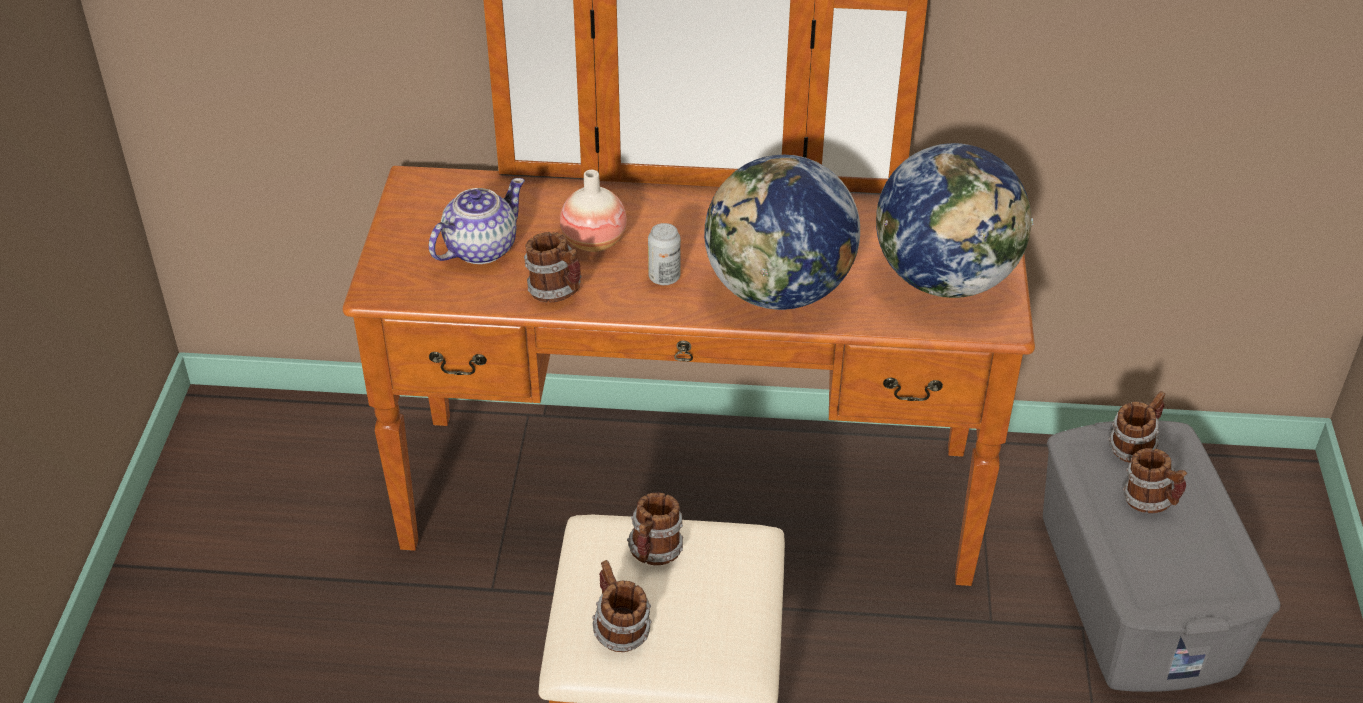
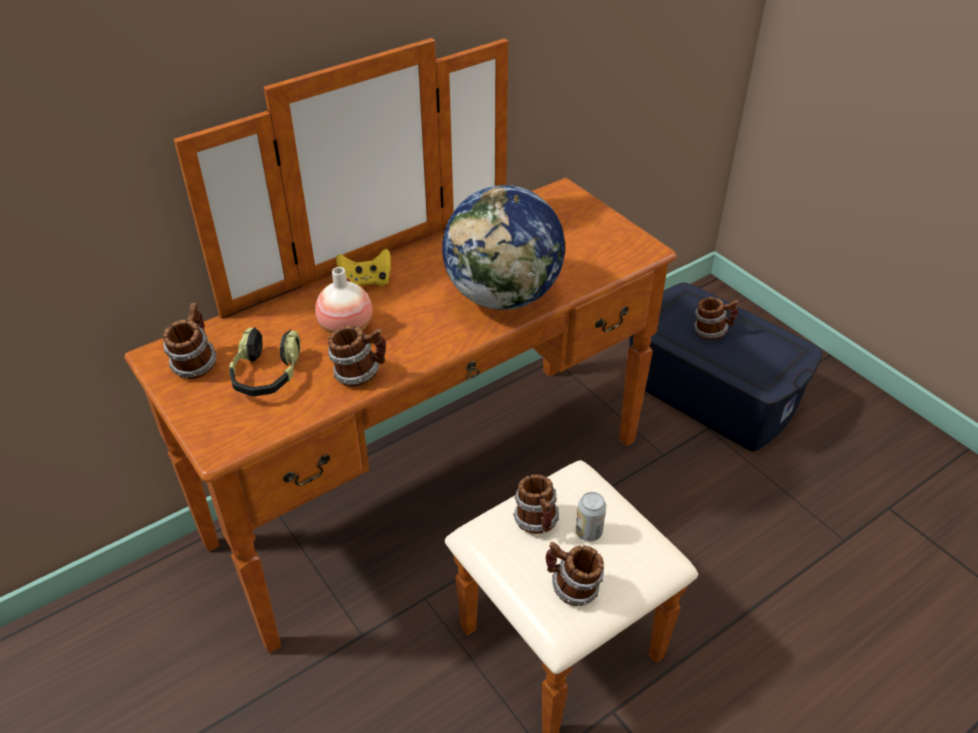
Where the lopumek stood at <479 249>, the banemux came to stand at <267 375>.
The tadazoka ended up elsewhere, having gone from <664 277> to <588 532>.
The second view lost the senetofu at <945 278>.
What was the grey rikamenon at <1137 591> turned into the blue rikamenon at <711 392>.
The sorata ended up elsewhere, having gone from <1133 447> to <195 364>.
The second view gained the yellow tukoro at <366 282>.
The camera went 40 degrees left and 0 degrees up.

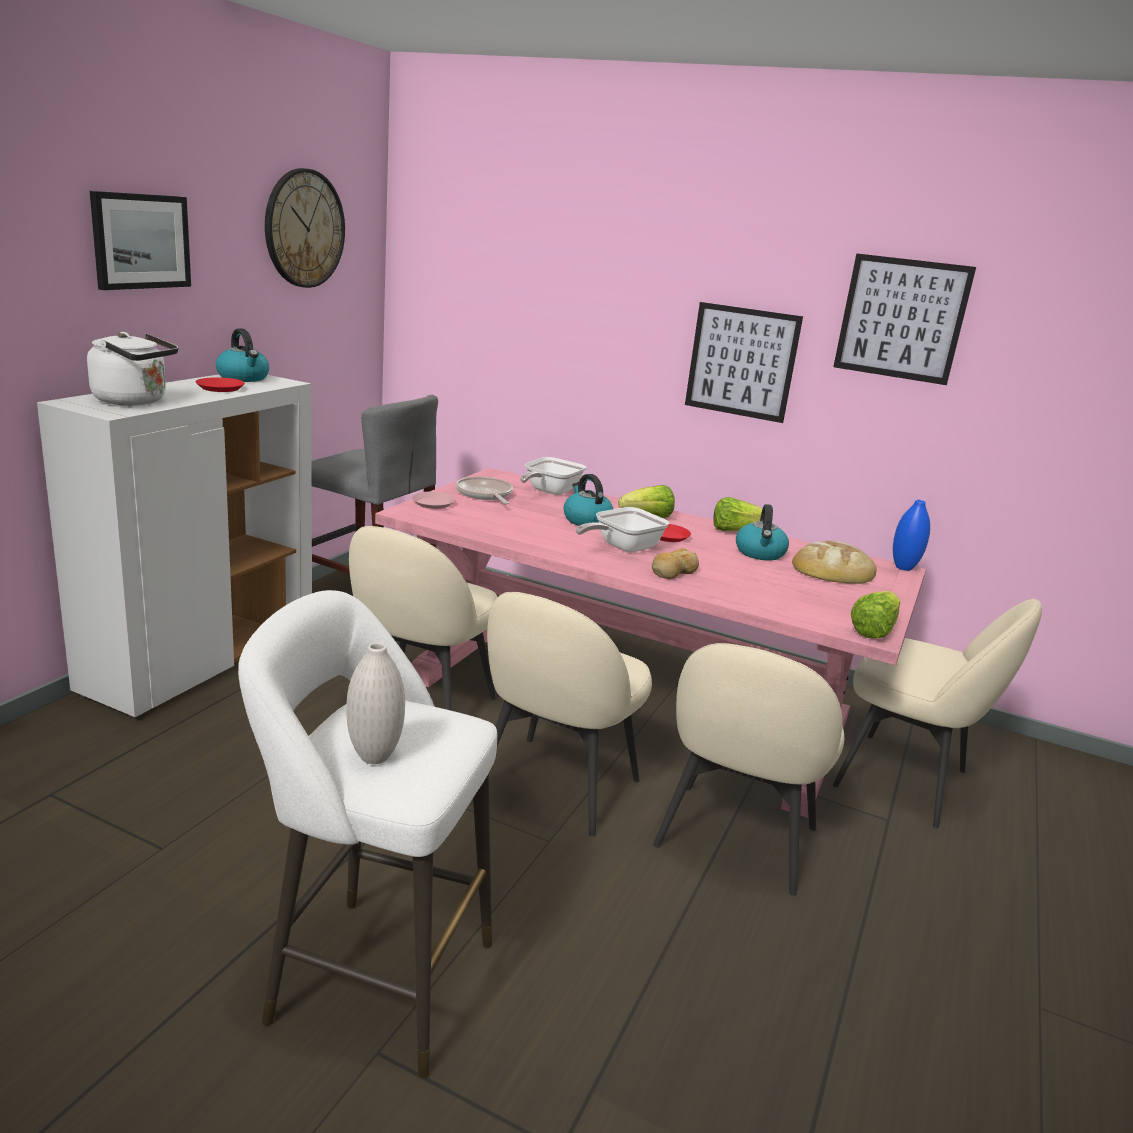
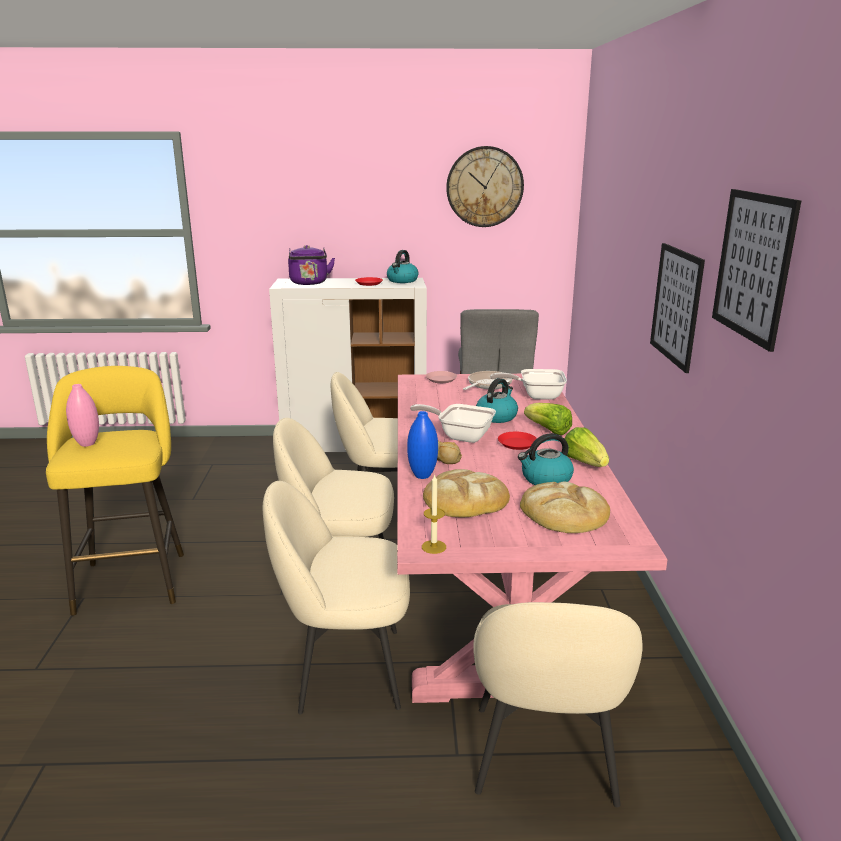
What was the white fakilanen at <134 401> turned into the purple fakilanen at <309 283>.
The second view lost the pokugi at <141 241>.
What was the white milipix at <371 977> turned into the yellow milipix at <132 578>.
What was the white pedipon at <374 756> turned into the pink pedipon at <87 444>.
Where the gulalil stood at <873 630>, the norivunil came to stand at <434 547>.
The blue pedipon ended up elsewhere, having gone from <903 568> to <422 475>.
The second view gained the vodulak at <465 499>.
The camera went 65 degrees right and 0 degrees up.

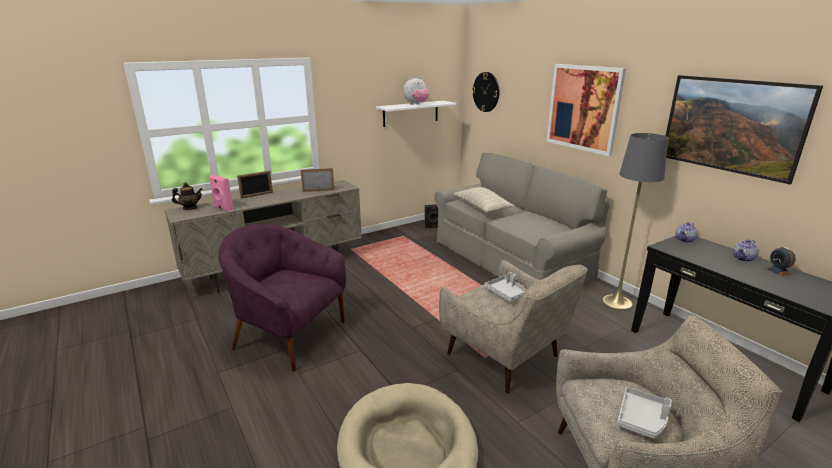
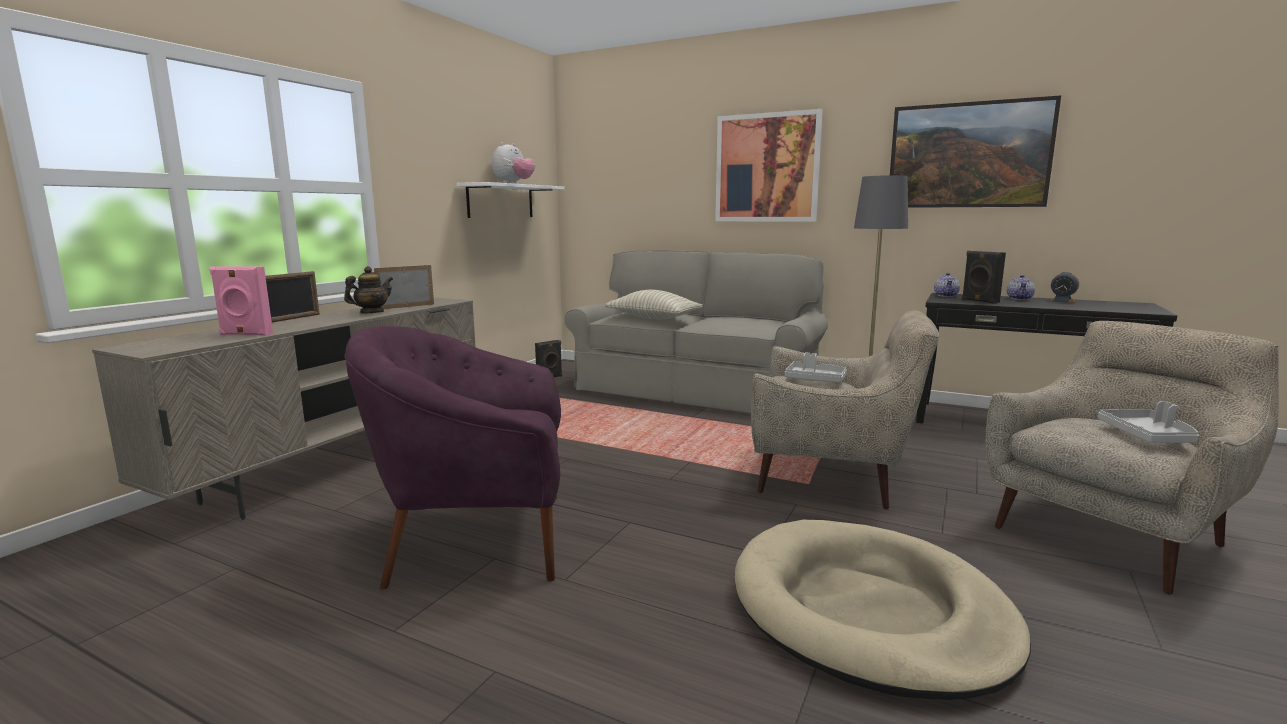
The lopumek ended up elsewhere, having gone from <190 208> to <371 313>.
The second view lost the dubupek at <486 92>.
The second view gained the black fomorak at <979 301>.
The camera went 30 degrees left and 10 degrees down.

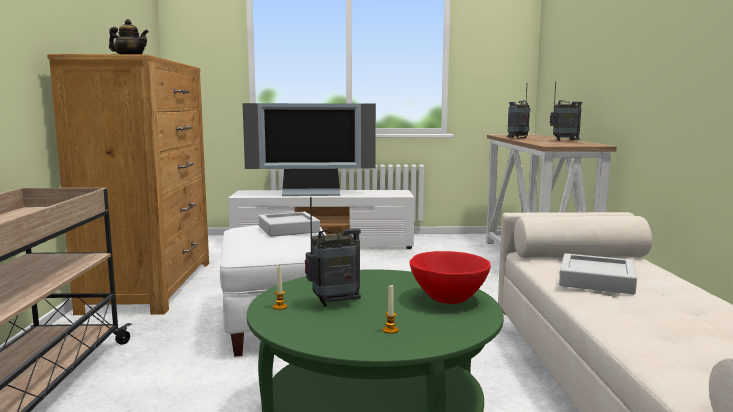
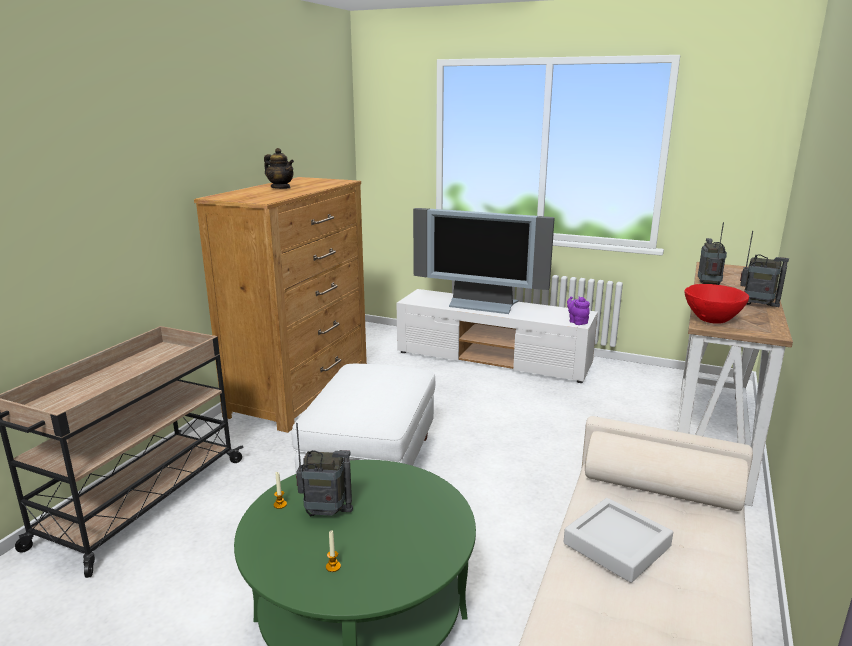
The second view lost the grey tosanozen at <288 229>.
The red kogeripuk ended up elsewhere, having gone from <448 299> to <711 320>.
The second view gained the purple lopumek at <577 322>.
The camera went 25 degrees right and 10 degrees up.

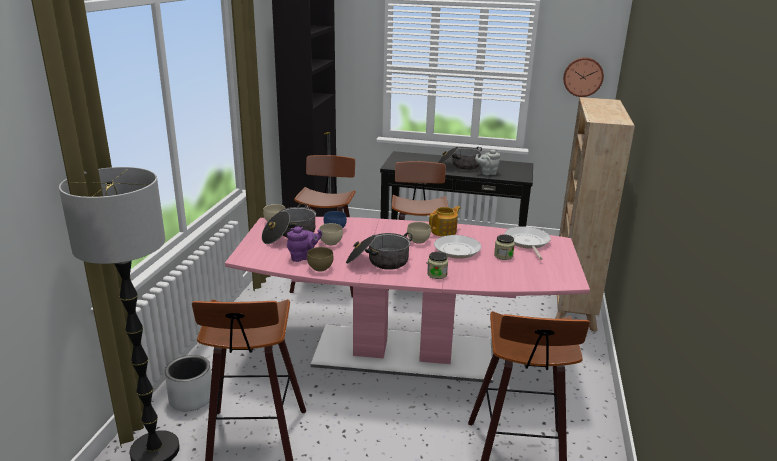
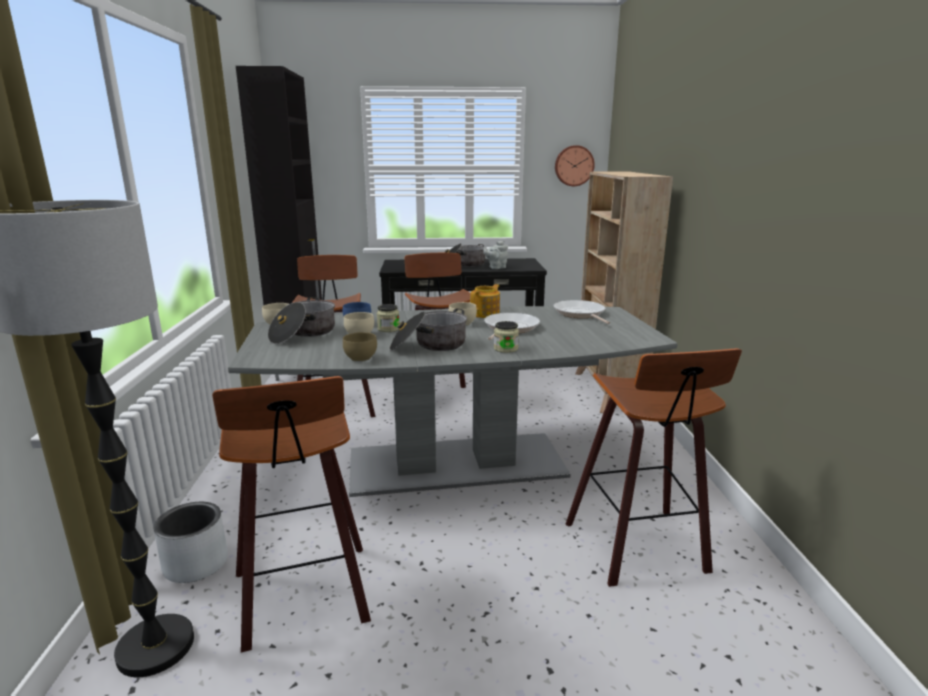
What was the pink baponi at <402 353> turned into the grey baponi at <455 463>.
The second view lost the purple lopumek at <303 257>.
The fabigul ended up elsewhere, having gone from <503 256> to <388 329>.
The camera went 15 degrees left and 5 degrees down.

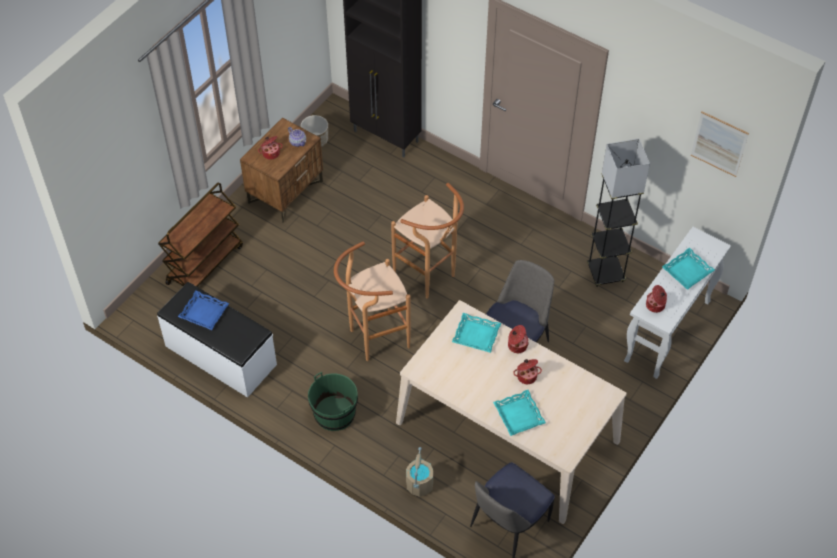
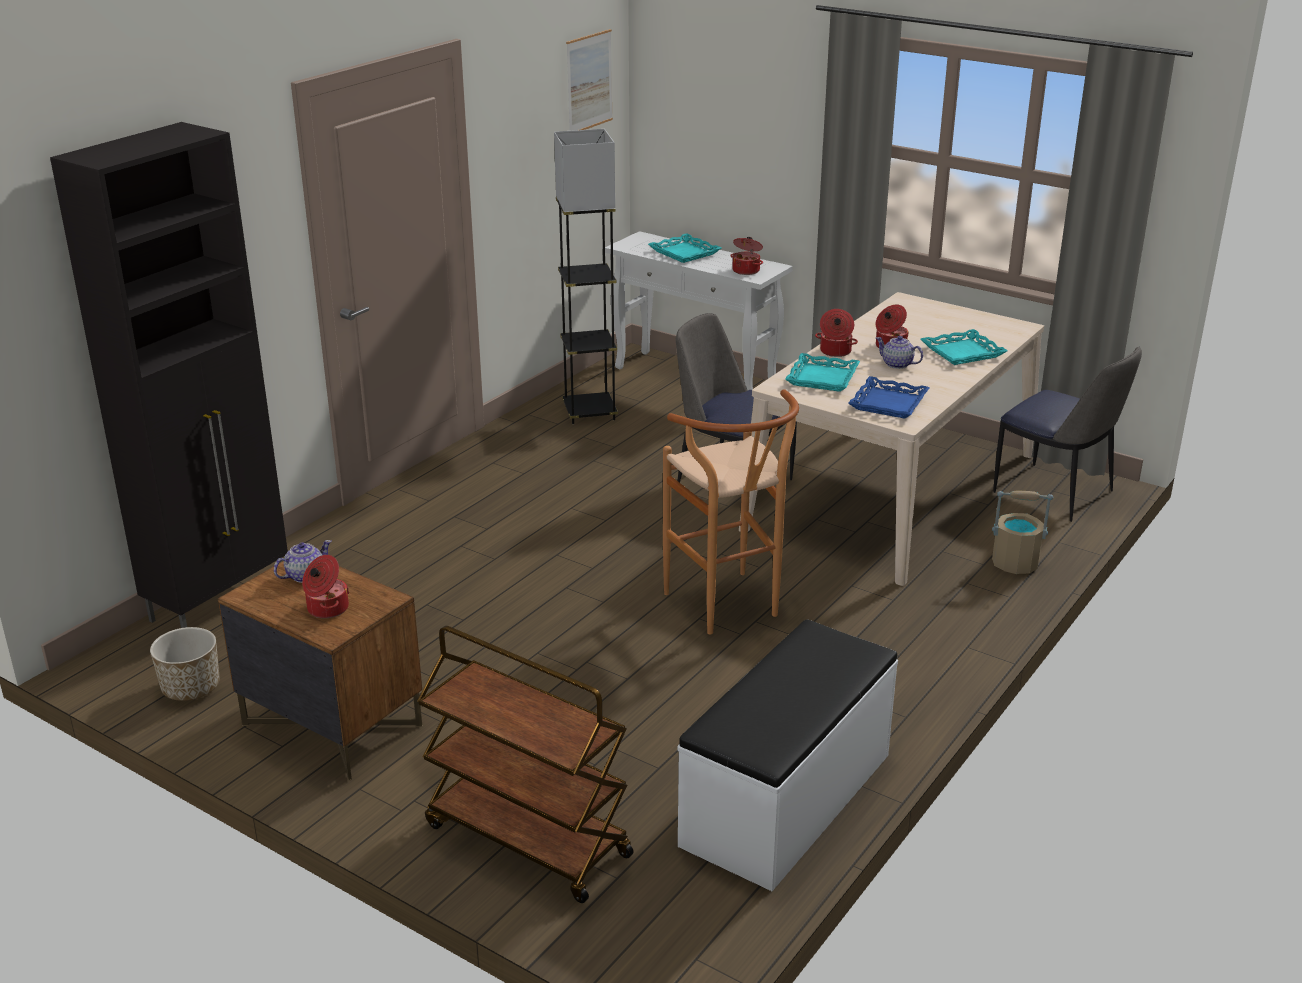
The blue tosanozen ended up elsewhere, having gone from <204 313> to <889 403>.
The second view lost the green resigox at <334 414>.
The second view lost the brown milipix at <429 278>.
The second view gained the lopumek at <897 364>.
The camera went 90 degrees left and 25 degrees down.

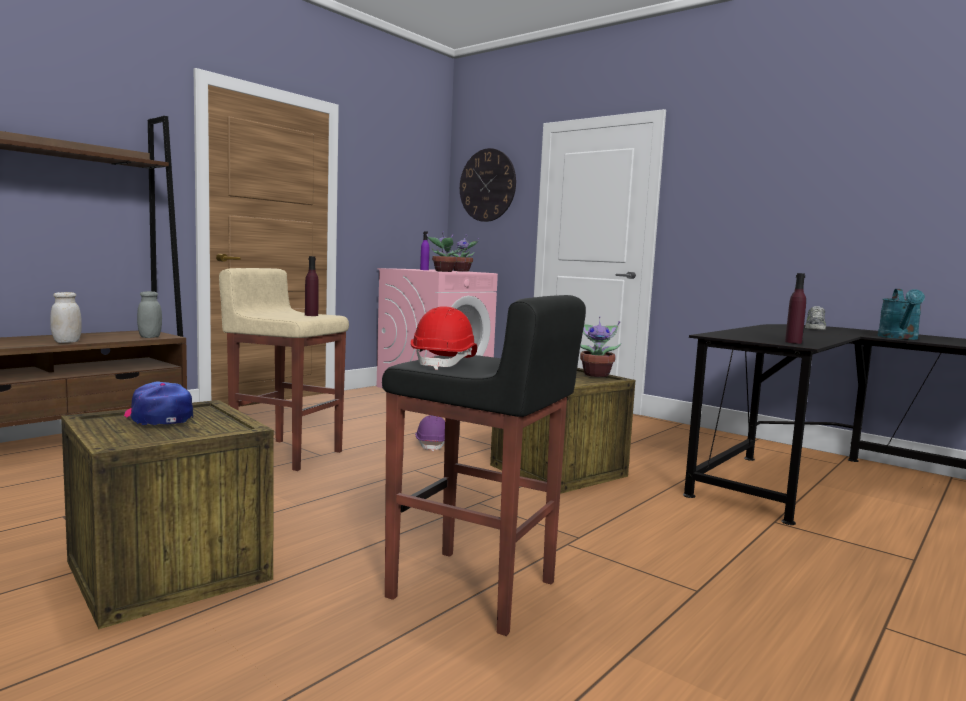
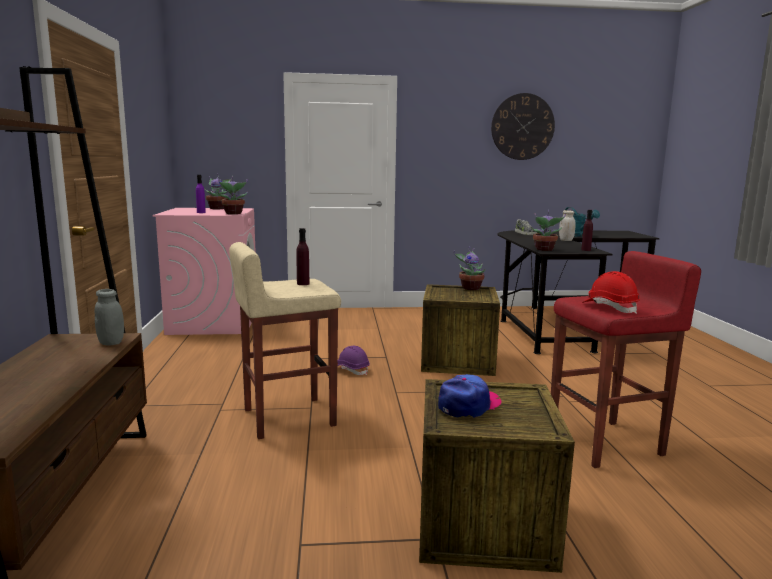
The white fabigul ended up elsewhere, having gone from <67 342> to <566 240>.
The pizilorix at <159 416> ended up facing another way, 135 degrees clockwise from before.
What was the black milipix at <473 591> turned into the red milipix at <607 444>.
The dubupek ended up elsewhere, having gone from <487 185> to <522 127>.
The second view gained the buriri at <544 250>.
The camera went 45 degrees left and 5 degrees up.

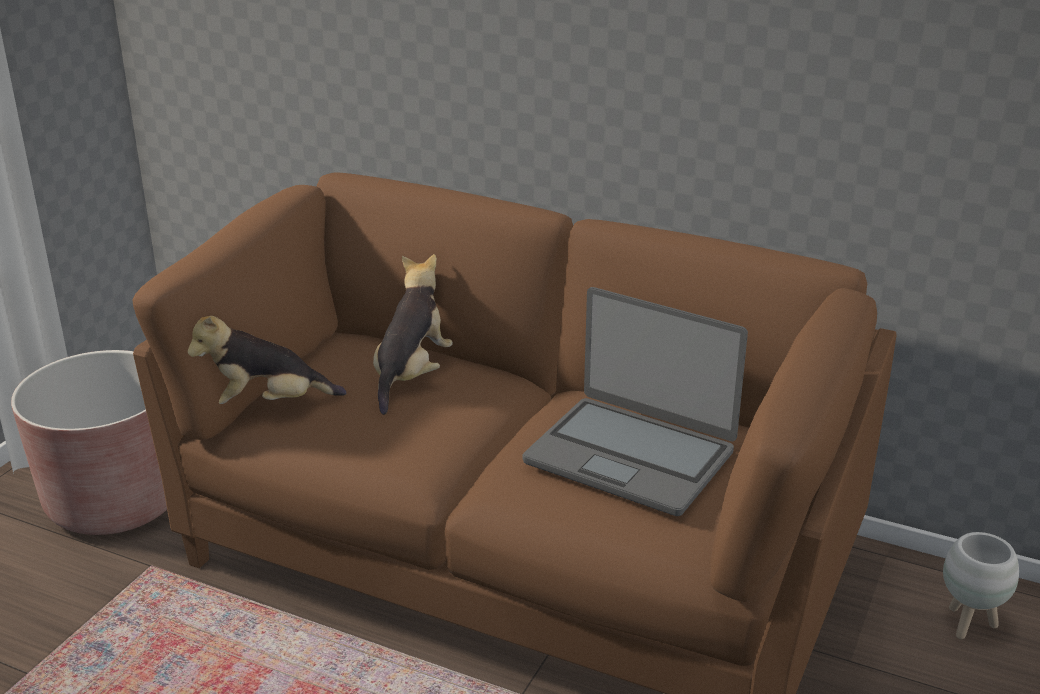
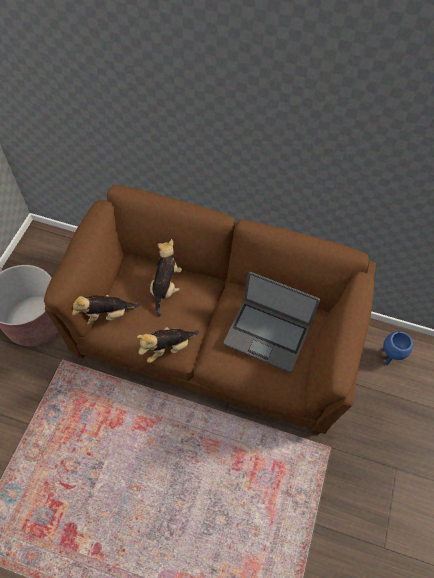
What was the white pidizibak at <968 624> turned into the blue pidizibak at <389 356>.
The second view gained the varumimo at <168 348>.
The camera went 10 degrees left and 30 degrees up.

